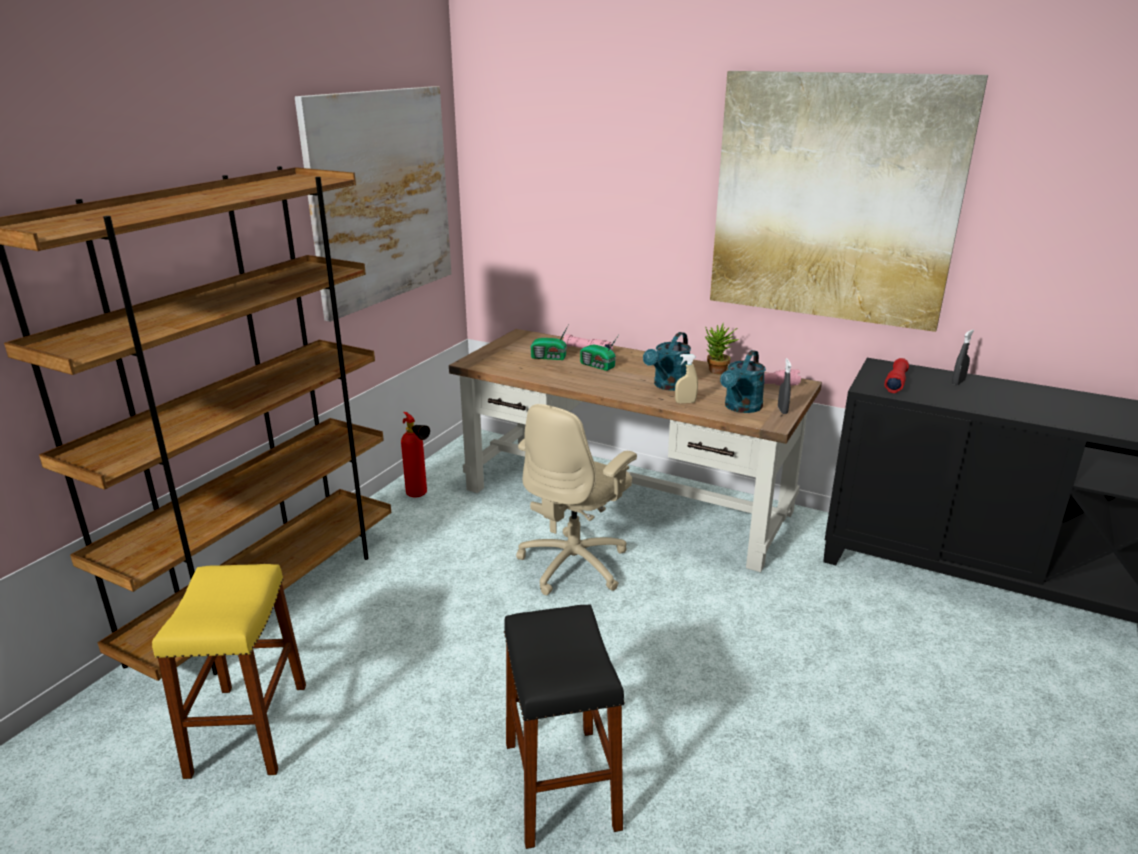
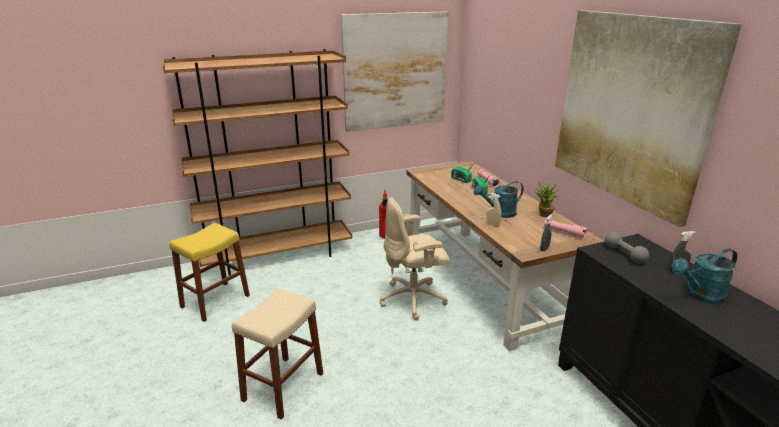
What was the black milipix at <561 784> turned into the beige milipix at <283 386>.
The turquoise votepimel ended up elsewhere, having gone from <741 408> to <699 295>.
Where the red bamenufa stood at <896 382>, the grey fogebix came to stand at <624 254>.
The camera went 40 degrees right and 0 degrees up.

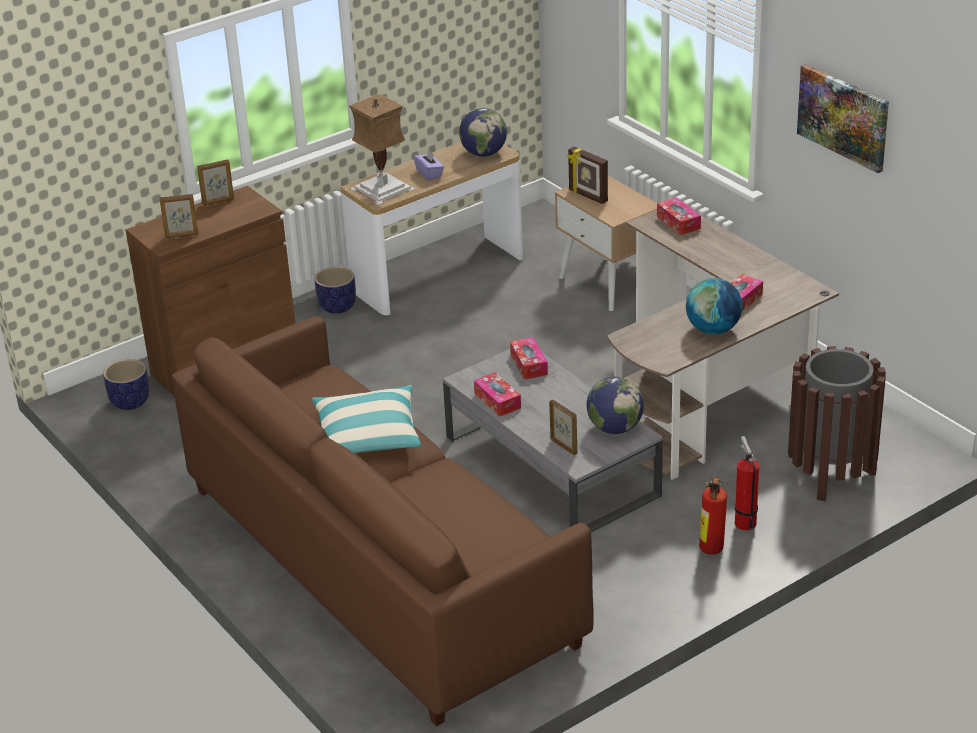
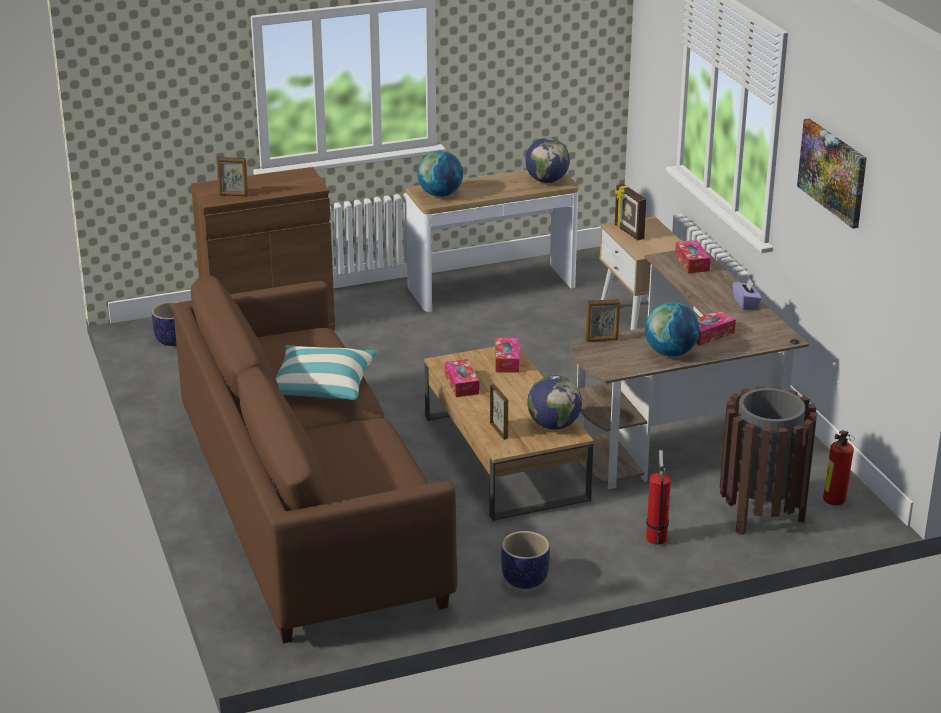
The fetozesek ended up elsewhere, having gone from <218 201> to <601 340>.
The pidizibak ended up elsewhere, having gone from <337 307> to <525 580>.
Where the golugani stood at <382 189>, the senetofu came to stand at <440 194>.
The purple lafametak ended up elsewhere, having gone from <429 174> to <746 303>.
What was the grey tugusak at <550 465> turned into the brown tugusak at <504 456>.
The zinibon ended up elsewhere, having gone from <711 551> to <833 502>.
The camera went 15 degrees right and 5 degrees down.

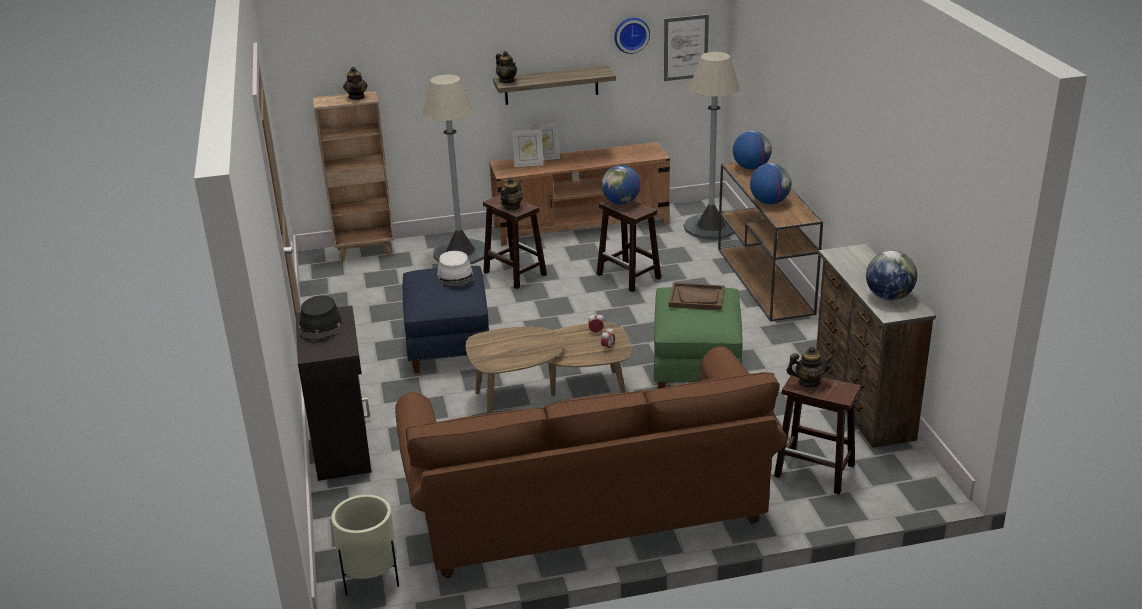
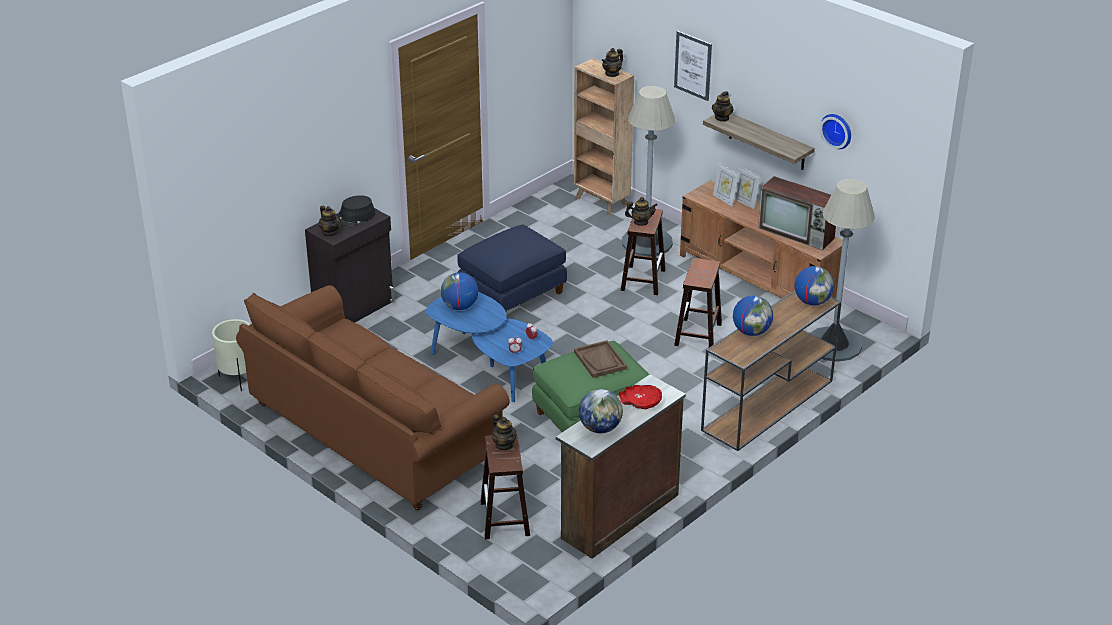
The second view lost the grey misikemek at <455 276>.
What was the brown tugusak at <551 396> turned into the blue tugusak at <489 366>.
The senetofu ended up elsewhere, having gone from <621 202> to <459 306>.
The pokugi ended up elsewhere, having gone from <685 47> to <693 65>.
The second view gained the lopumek at <330 232>.
The second view gained the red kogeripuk at <641 402>.
The second view gained the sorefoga at <797 233>.
The camera went 55 degrees right and 5 degrees up.

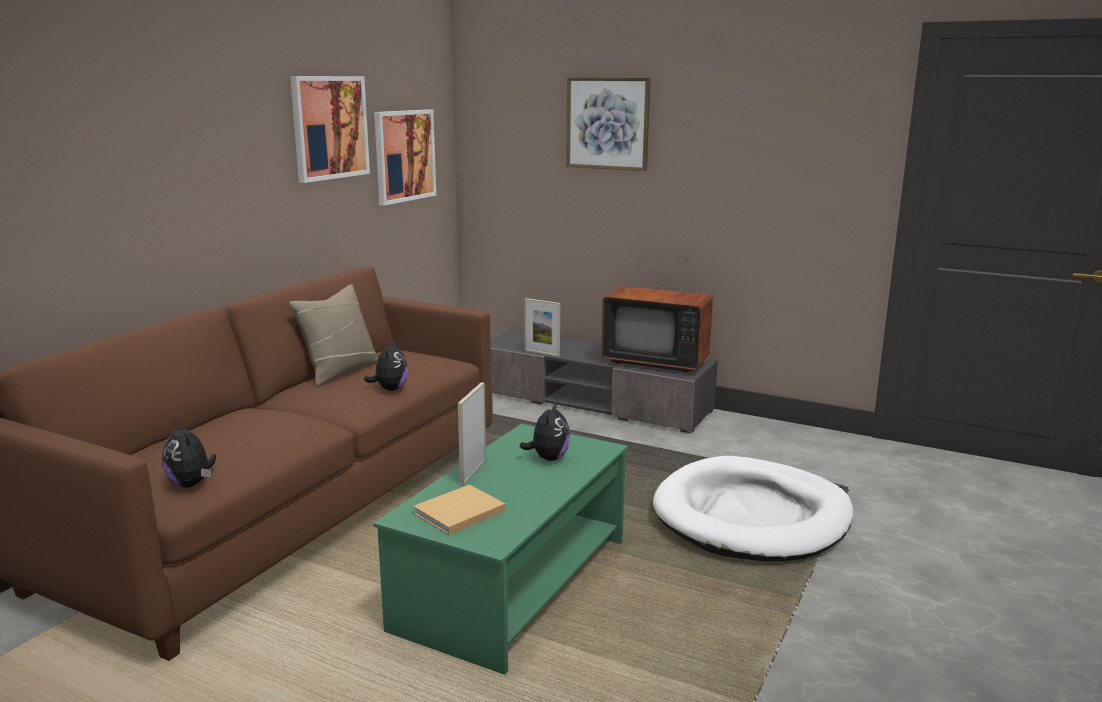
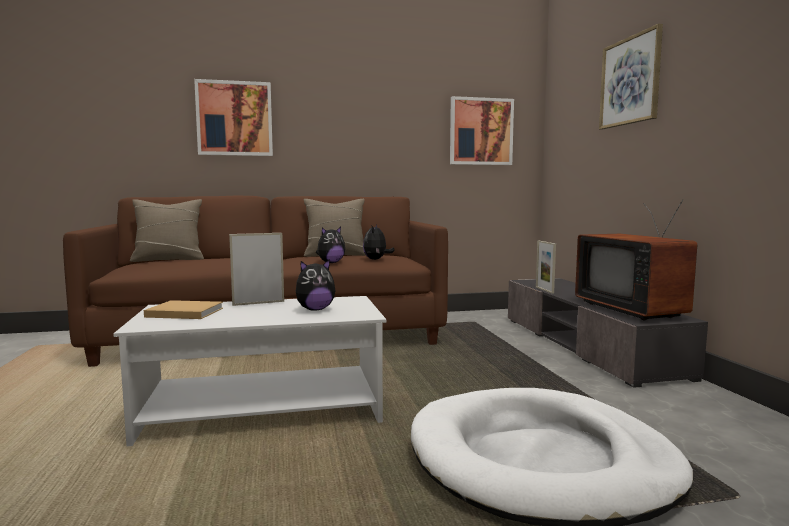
The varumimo ended up elsewhere, having gone from <191 484> to <376 259>.
The pokugi ended up elsewhere, having gone from <329 127> to <234 118>.
What was the green tugusak at <514 583> turned into the white tugusak at <264 410>.
The second view gained the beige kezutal at <169 259>.
The camera went 50 degrees right and 10 degrees down.

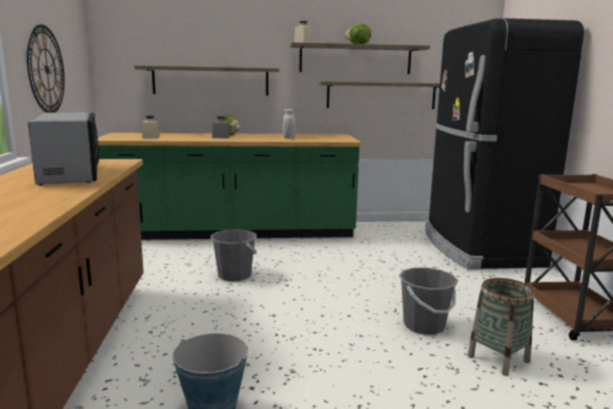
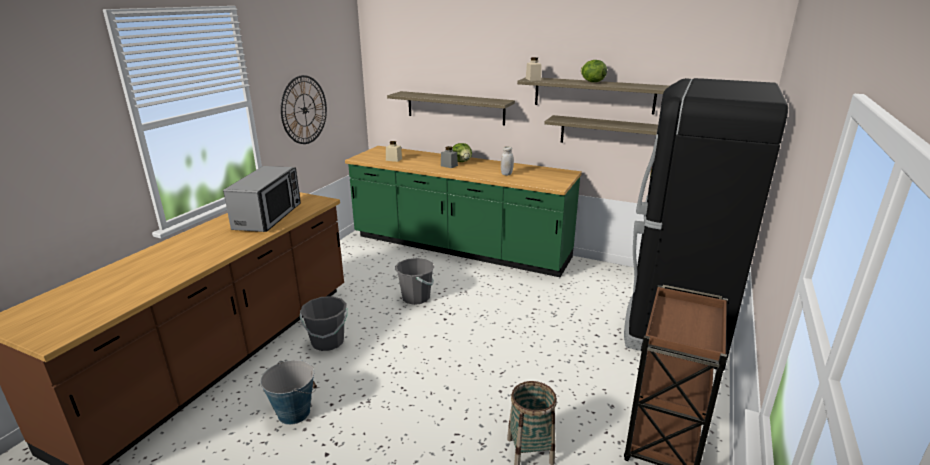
The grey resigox ended up elsewhere, having gone from <424 325> to <327 342>.
The camera went 30 degrees right and 10 degrees up.

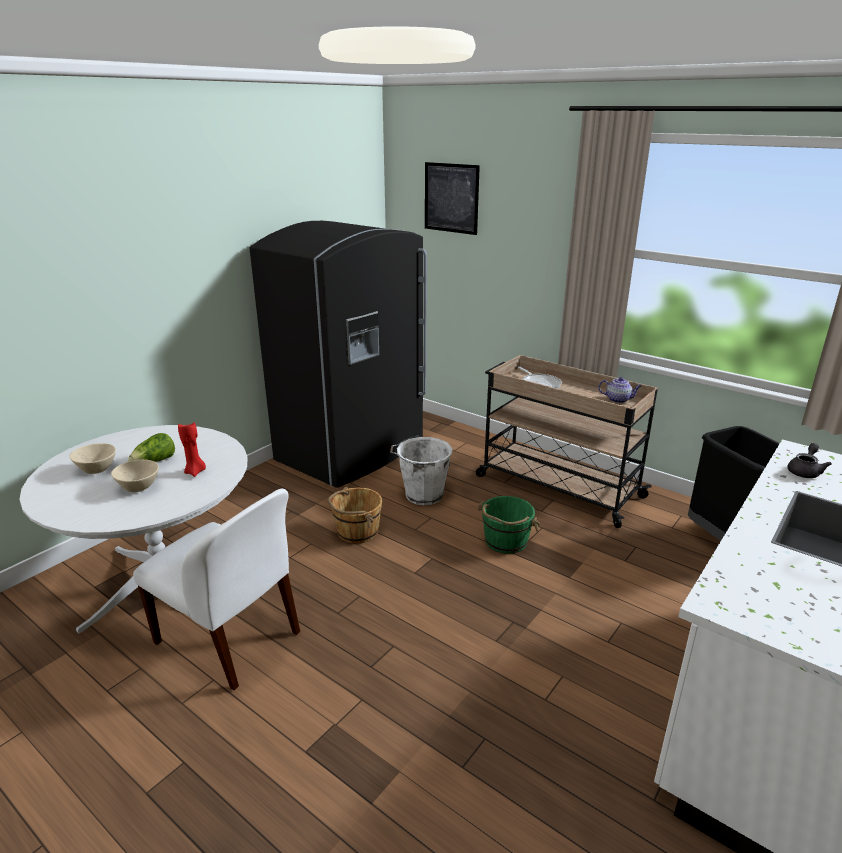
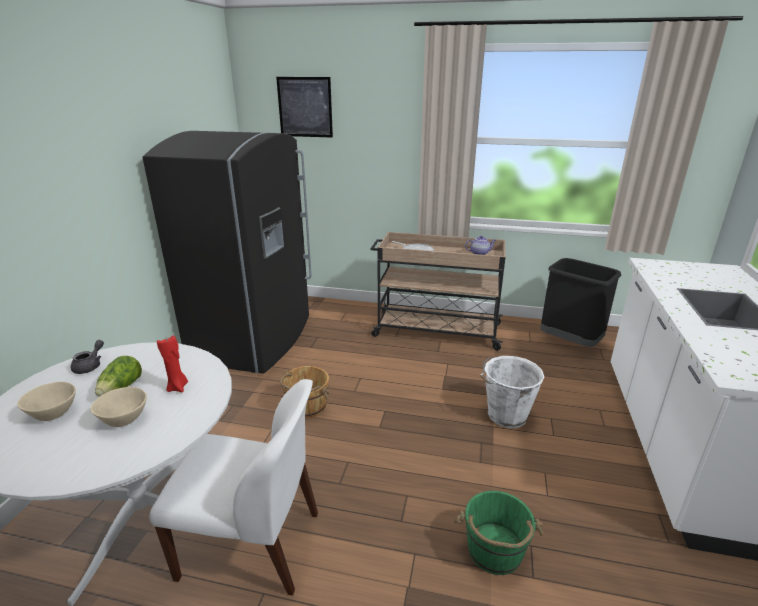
The white resigox ended up elsewhere, having gone from <422 495> to <505 416>.
The green resigox ended up elsewhere, having gone from <505 541> to <494 551>.
The grey lopumek ended up elsewhere, having gone from <805 471> to <90 366>.
The camera went 25 degrees left and 0 degrees up.

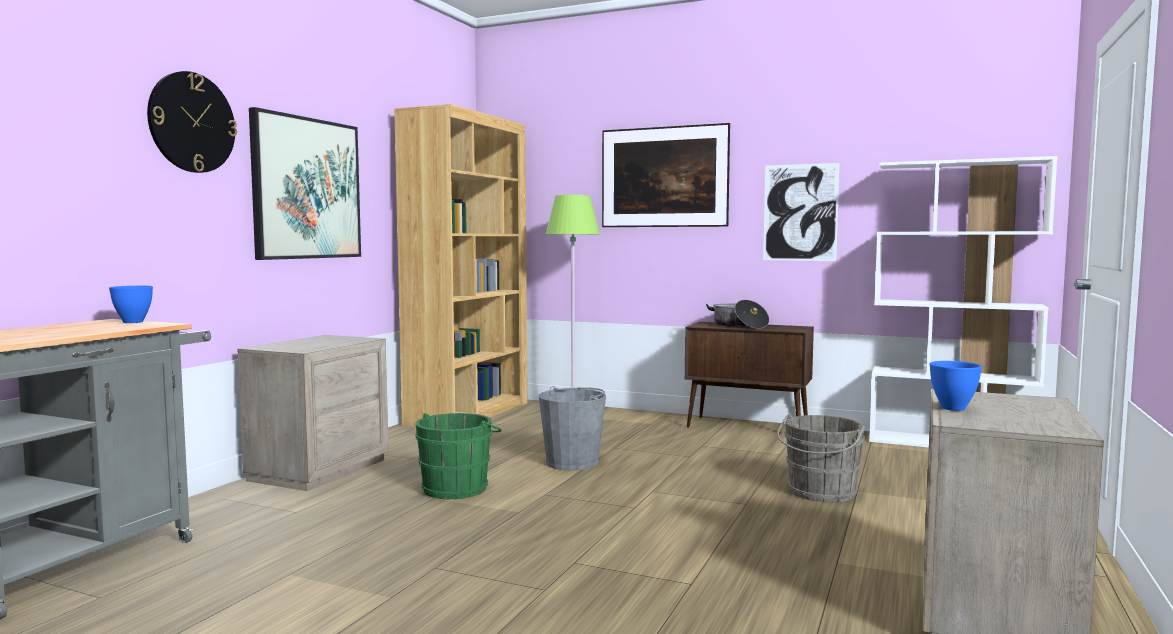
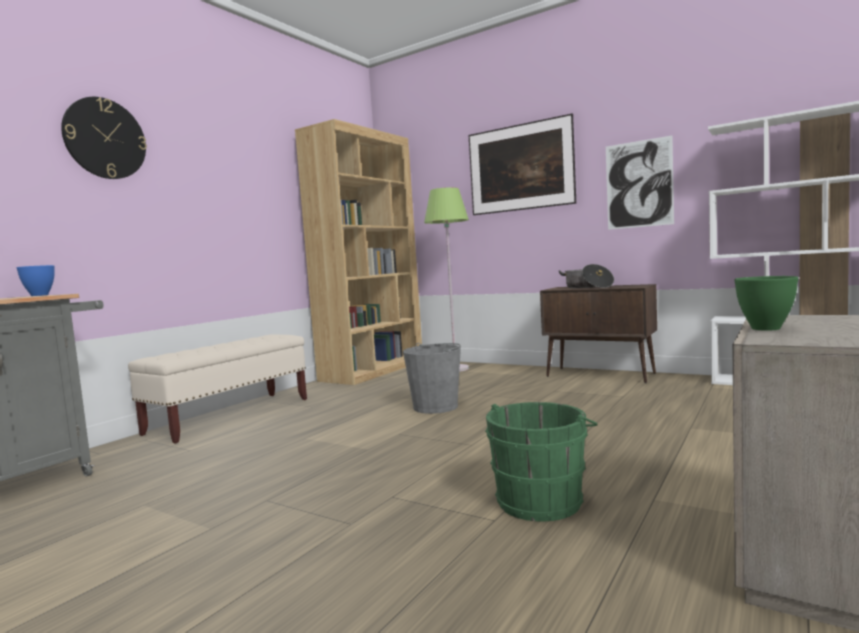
Where the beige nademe stood at <317 470>, the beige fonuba came to stand at <231 416>.
The second view lost the pokugi at <306 188>.
The green resigox ended up elsewhere, having gone from <458 487> to <542 500>.
The second view lost the grey resigox at <820 493>.
What was the blue kogeripuk at <952 408> turned into the green kogeripuk at <764 328>.
The camera went 10 degrees right and 0 degrees up.

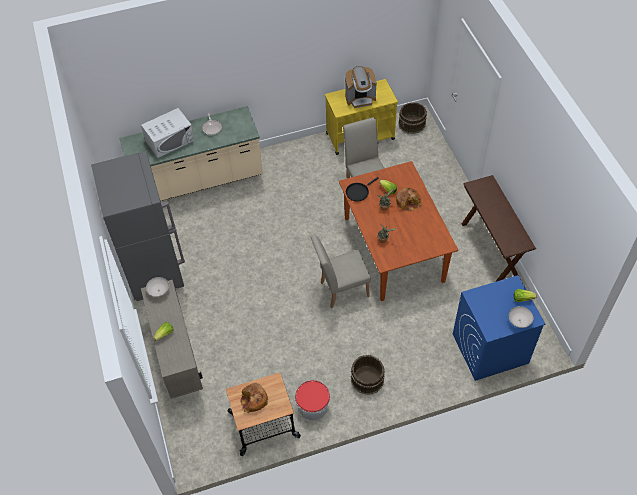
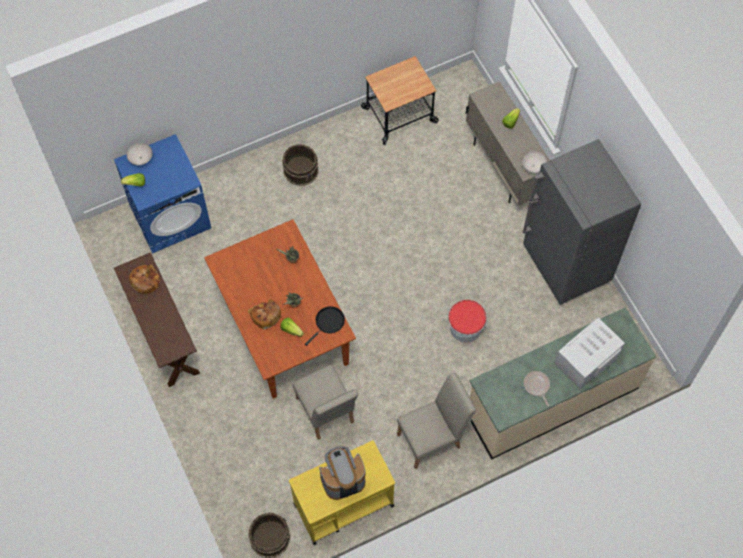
The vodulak ended up elsewhere, having gone from <254 400> to <145 281>.
The resigox ended up elsewhere, having gone from <313 406> to <465 327>.
The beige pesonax ended up elsewhere, having gone from <340 290> to <433 439>.
The camera went 170 degrees right and 10 degrees up.

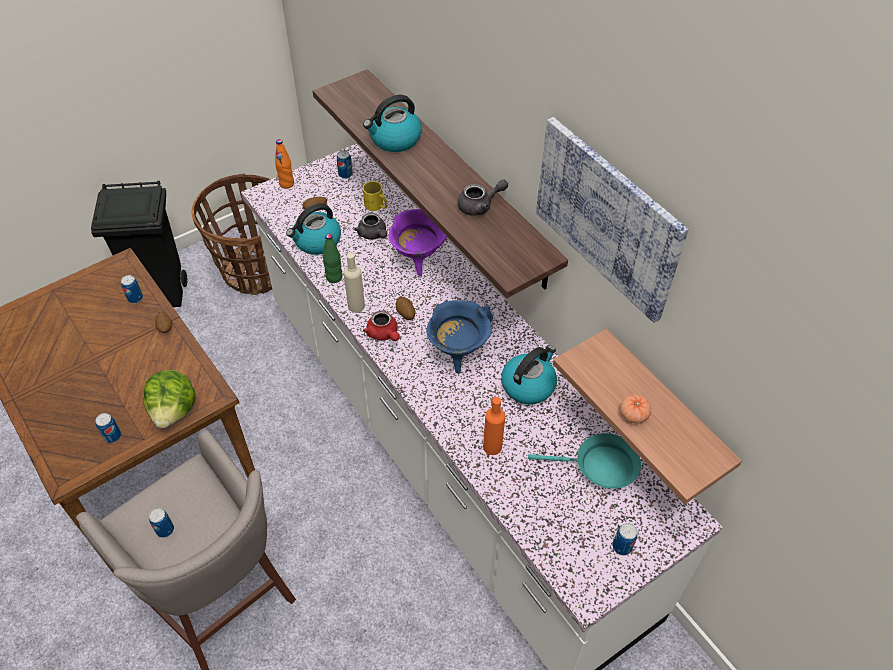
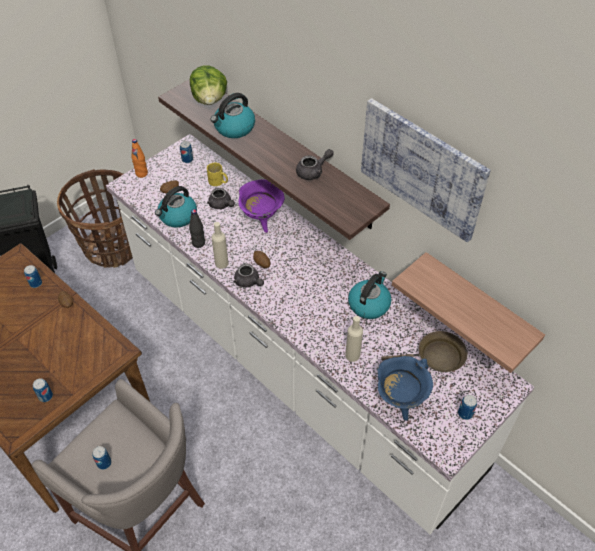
The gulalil ended up elsewhere, having gone from <174 410> to <210 99>.
What was the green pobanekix at <334 277> turned into the black pobanekix at <198 243>.
What was the red lopumek at <384 334> turned into the grey lopumek at <248 282>.
The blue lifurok ended up elsewhere, having gone from <458 352> to <400 400>.
What was the orange pobanekix at <492 446> turned into the beige pobanekix at <352 355>.
What was the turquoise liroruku at <600 467> turned into the brown liroruku at <436 357>.
The second view lost the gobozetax at <633 415>.
The camera went 10 degrees left and 0 degrees up.

